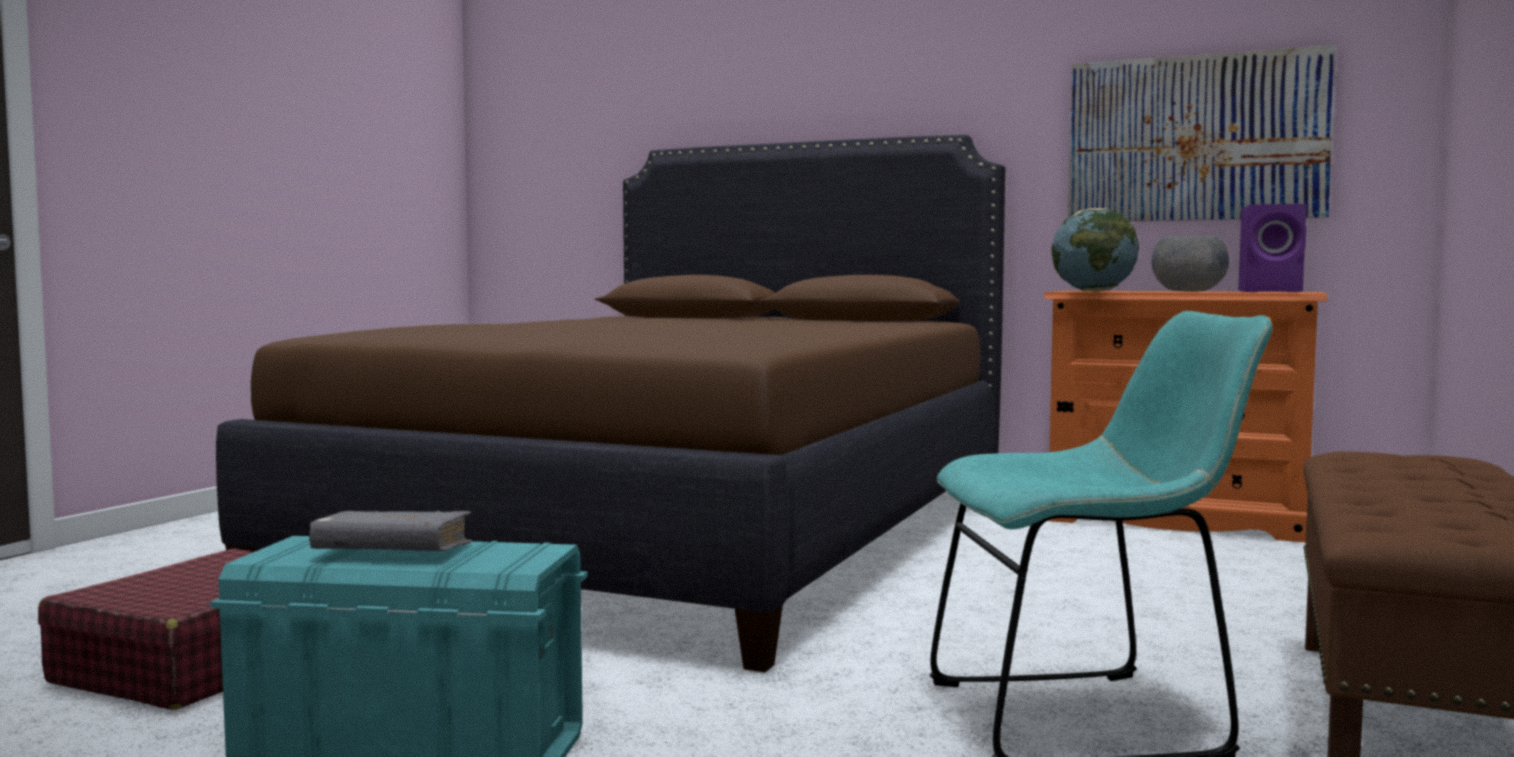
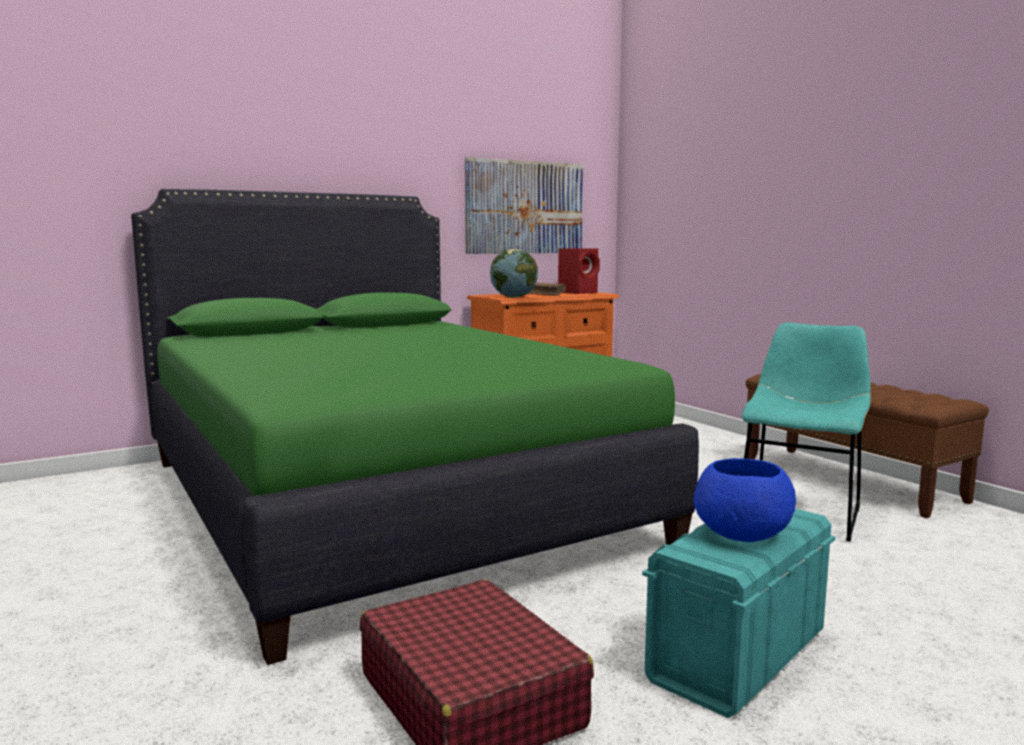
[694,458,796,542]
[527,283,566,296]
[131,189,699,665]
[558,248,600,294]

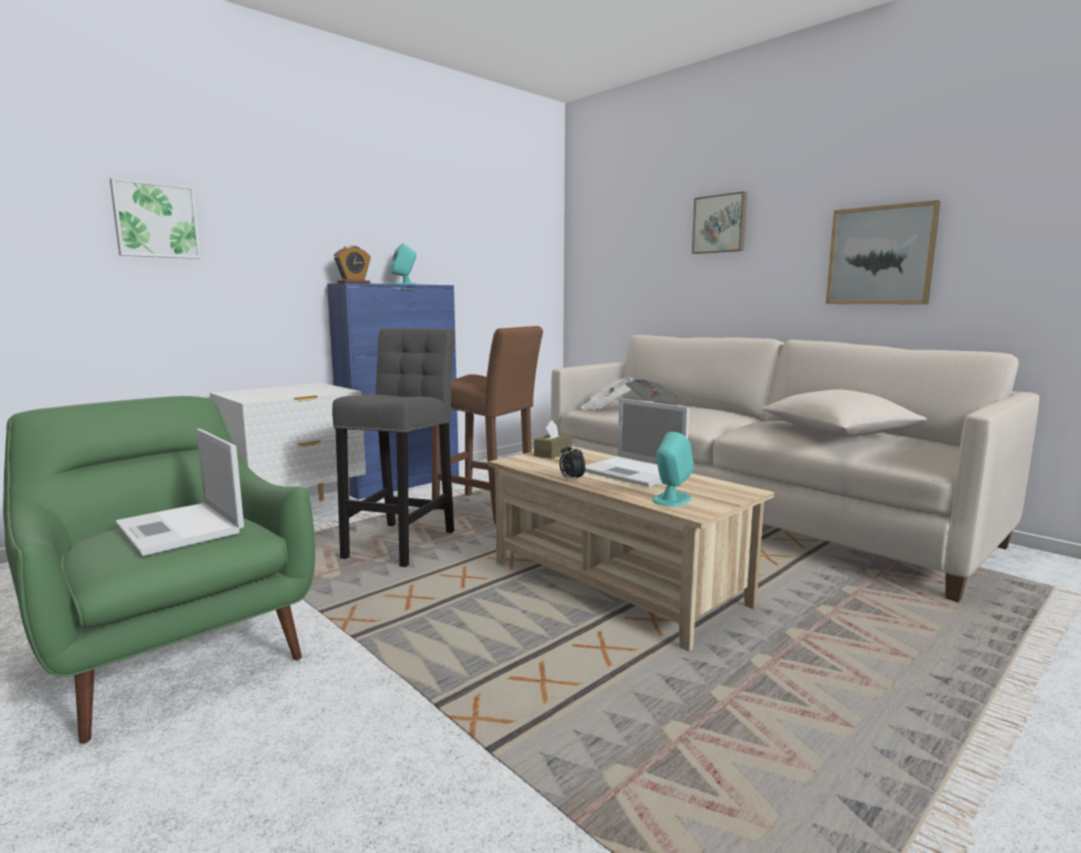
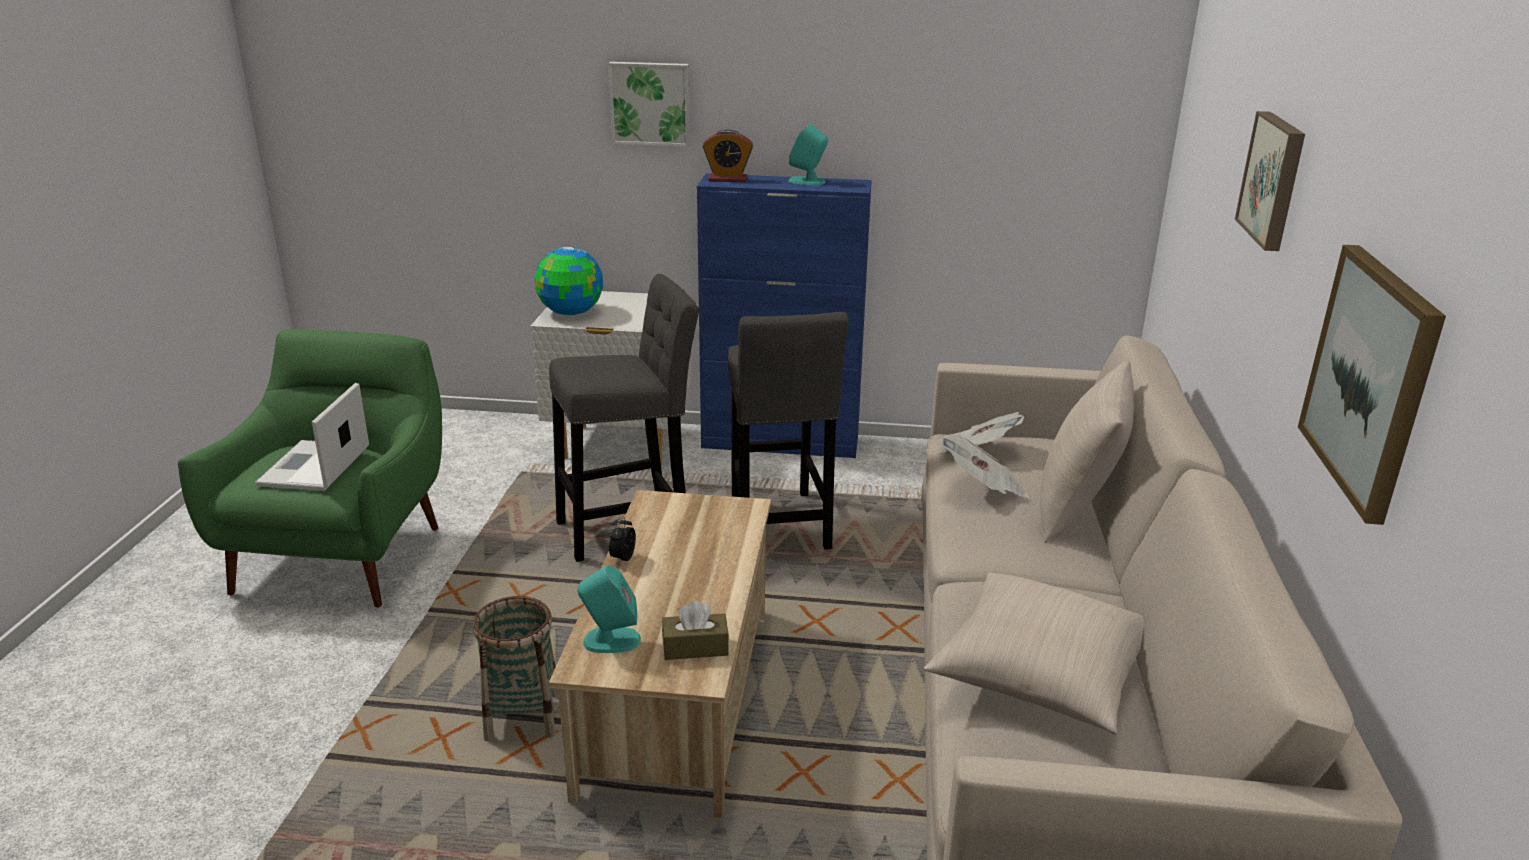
[585,398,689,487] (first image)
[473,596,559,741]
[534,247,603,315]
[1040,360,1134,543]
[608,62,690,147]
[662,601,729,660]
[728,312,849,550]

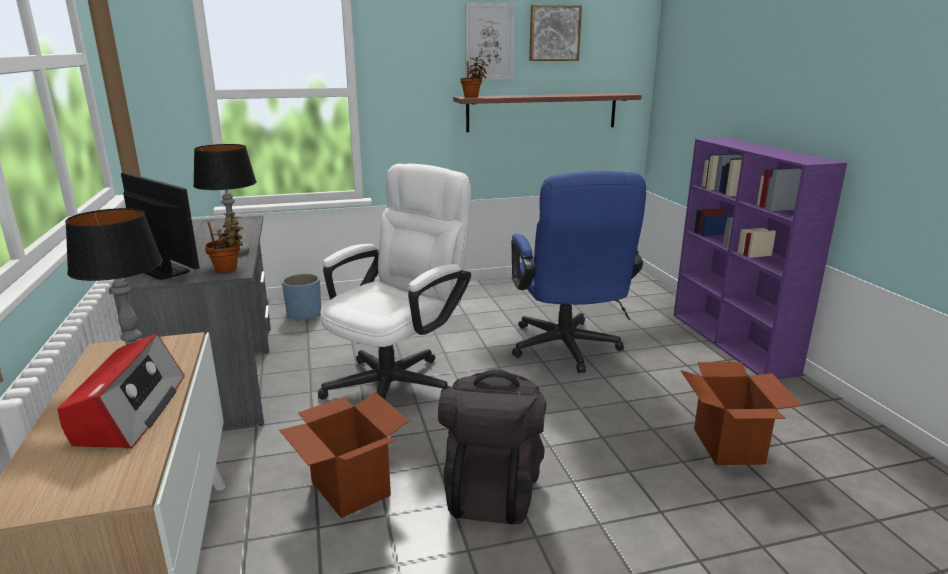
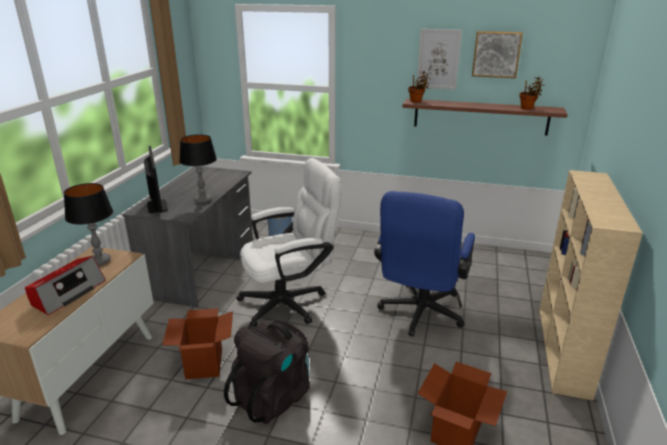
[519,77,545,110]
[539,170,643,400]

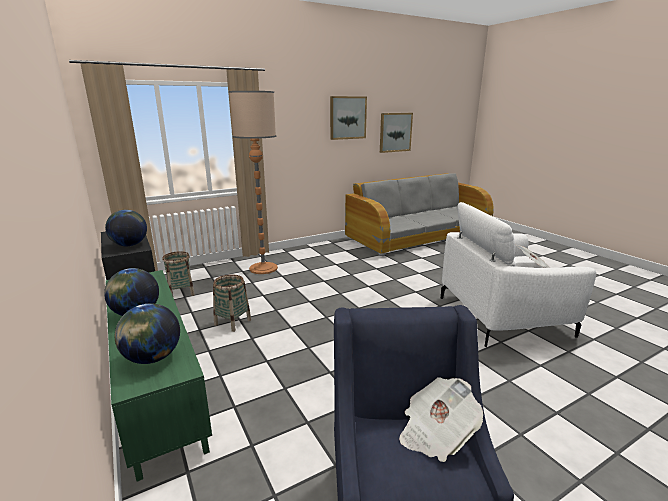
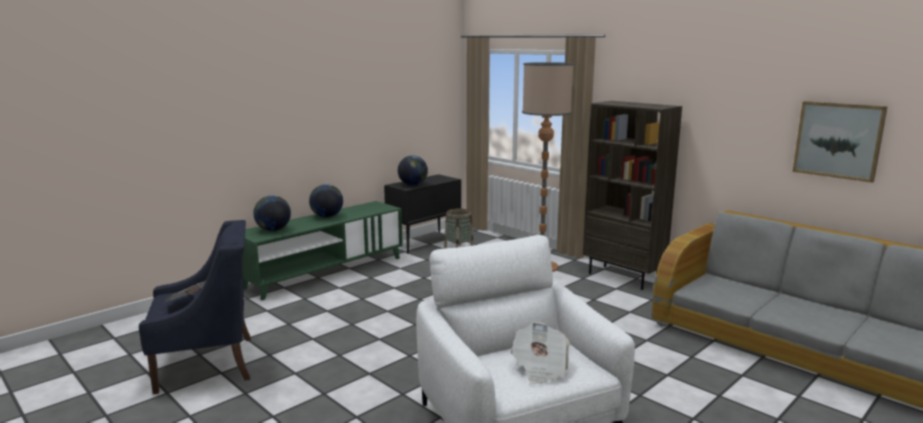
[213,274,251,332] (first image)
[330,96,367,140] (first image)
[583,101,682,290]

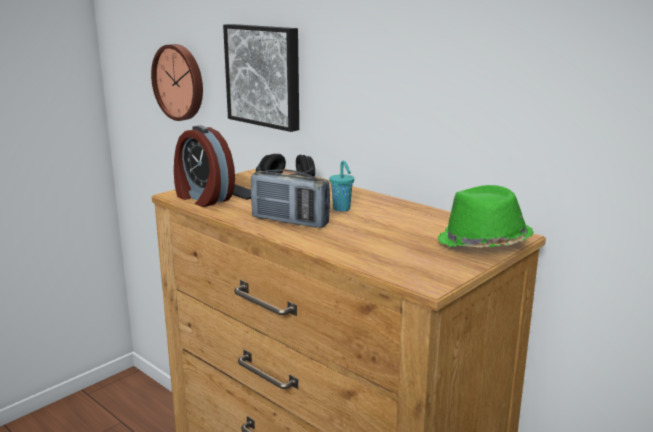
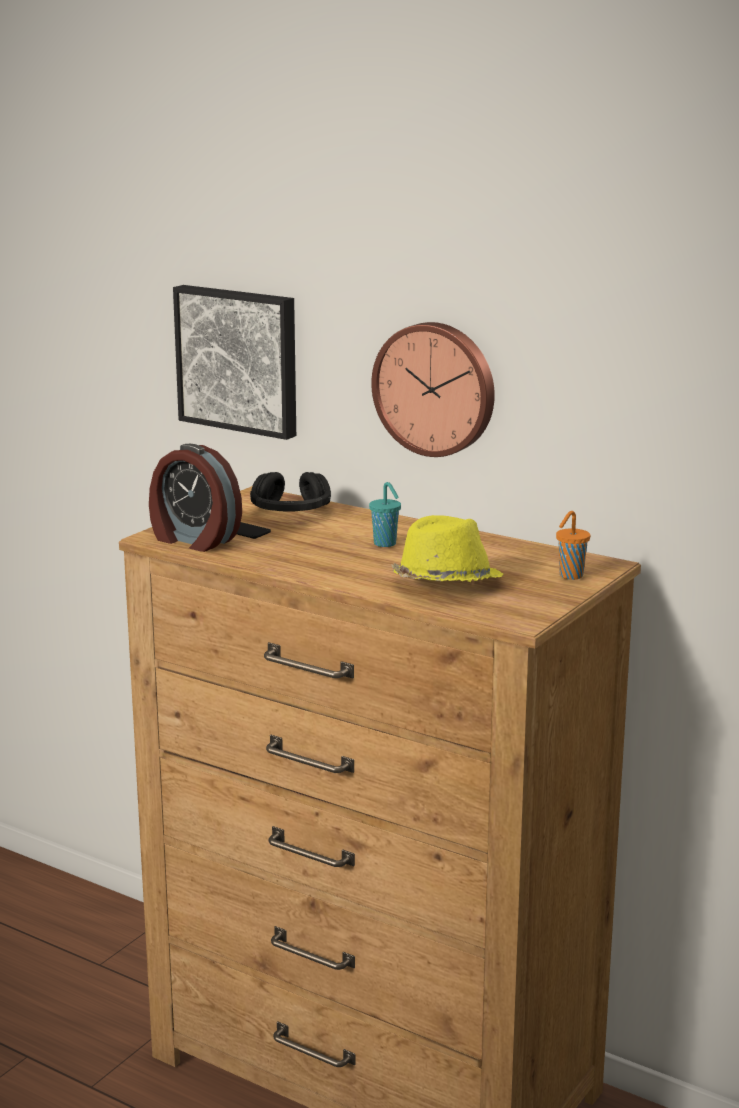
[251,169,330,228] (first image)
[391,515,503,582]
[371,322,495,457]
[556,511,590,580]

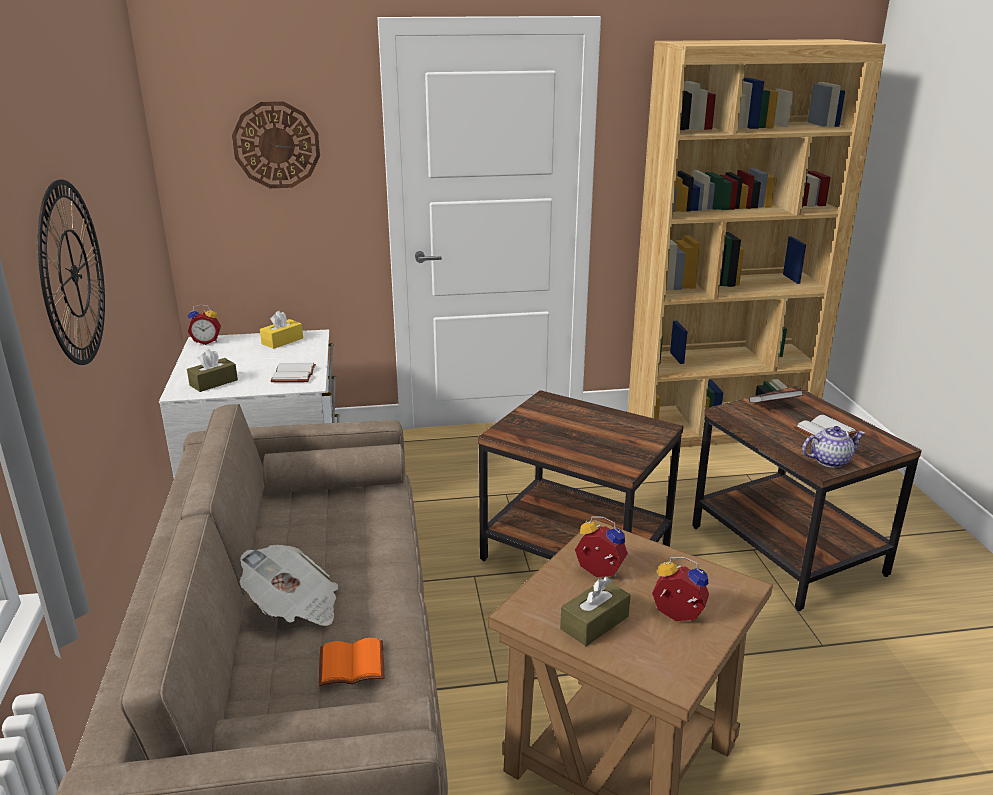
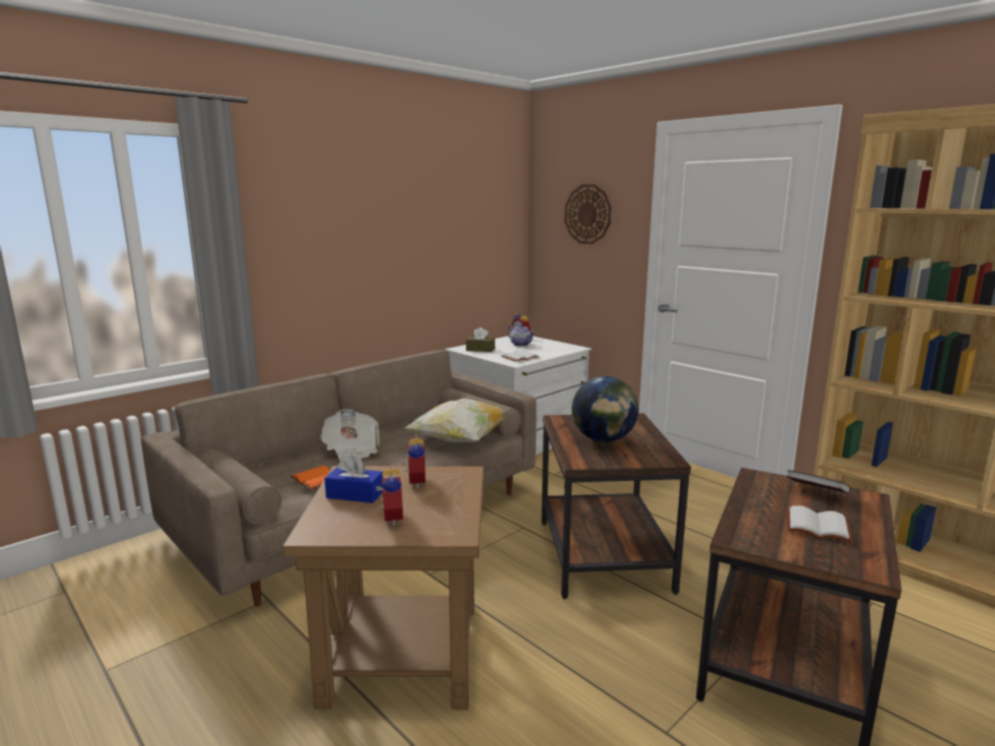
[38,179,105,365] (first image)
[260,311,303,349] (first image)
[404,398,504,443]
[571,376,638,442]
[507,324,535,346]
[325,455,383,503]

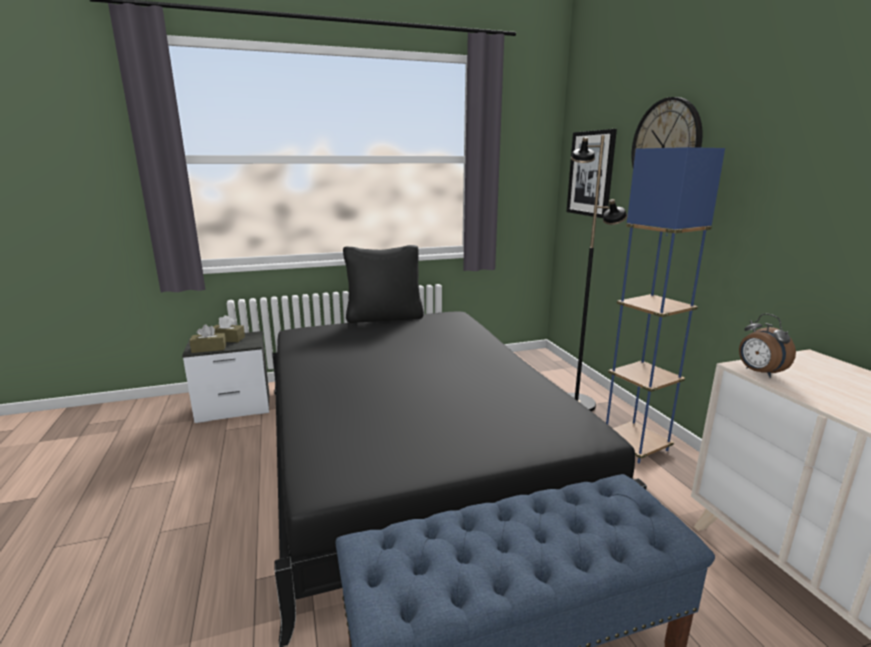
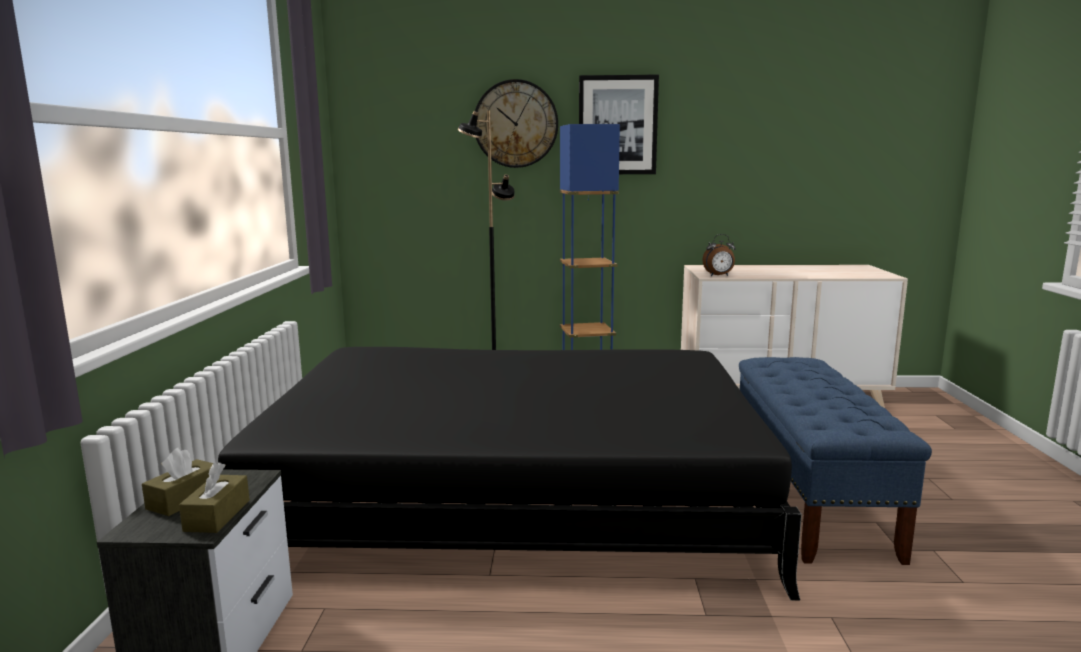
[343,245,424,323] (first image)
[579,74,659,174]

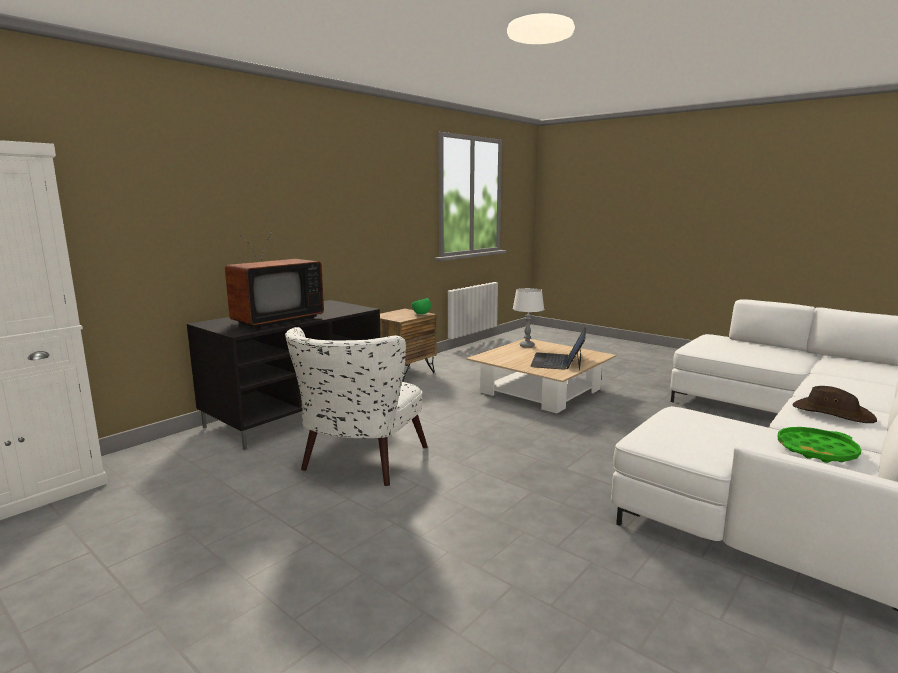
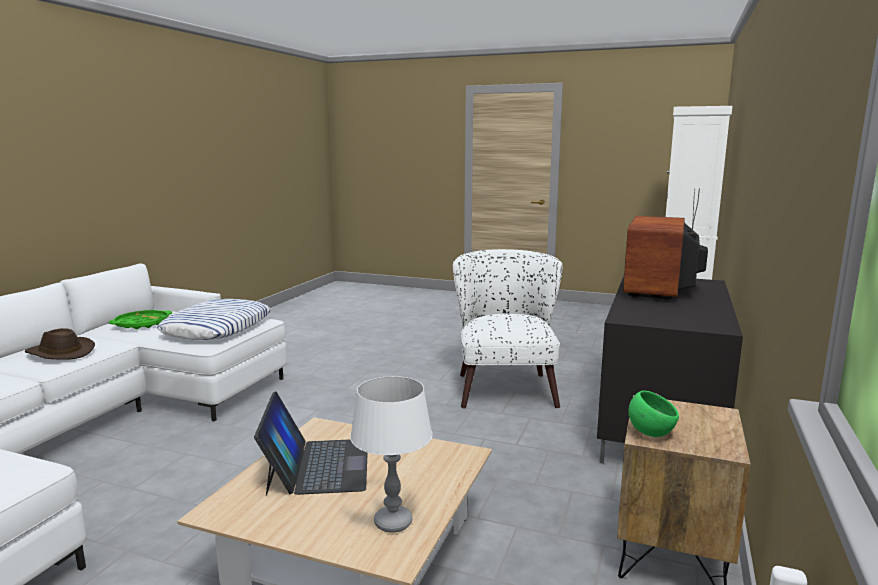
[157,299,271,340]

